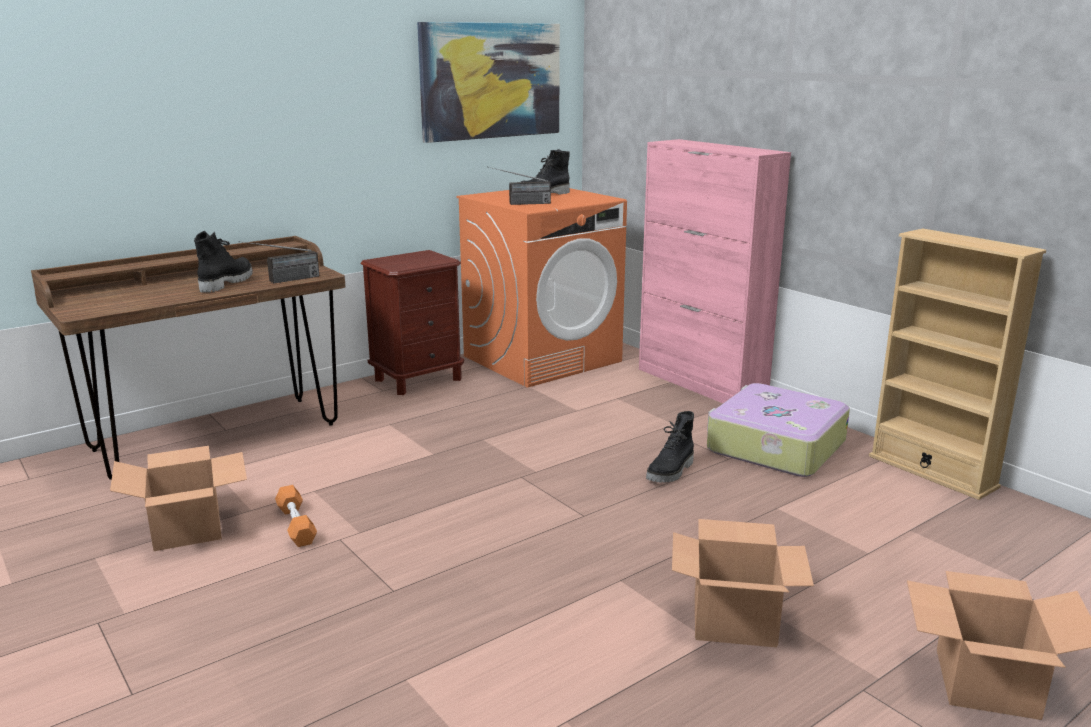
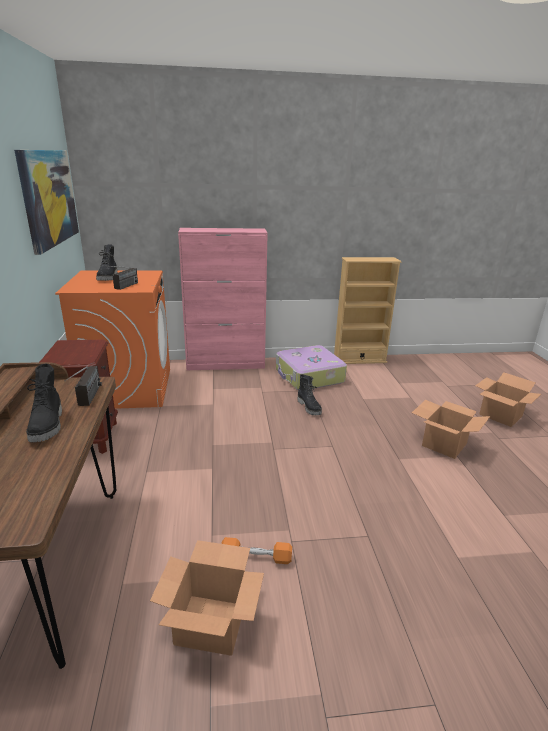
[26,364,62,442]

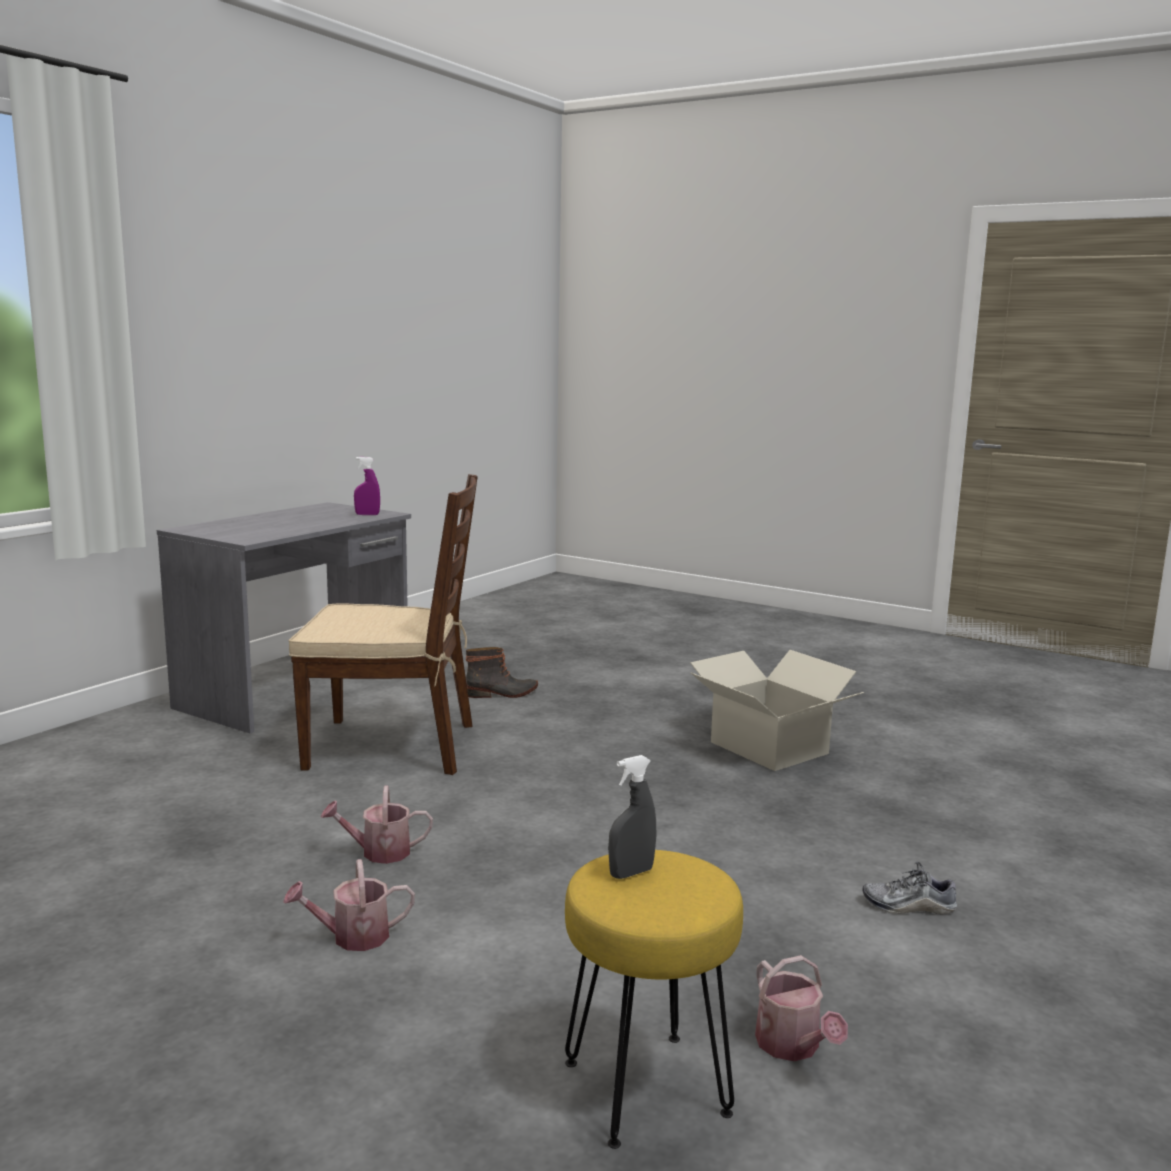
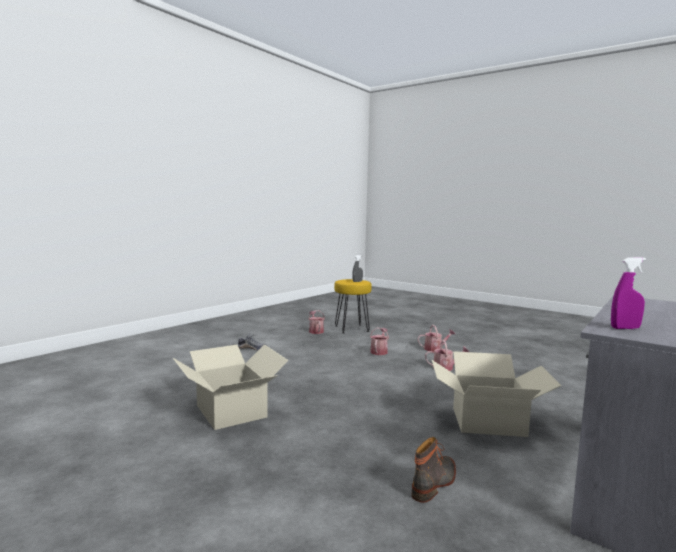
[370,327,389,355]
[432,351,561,437]
[412,437,456,503]

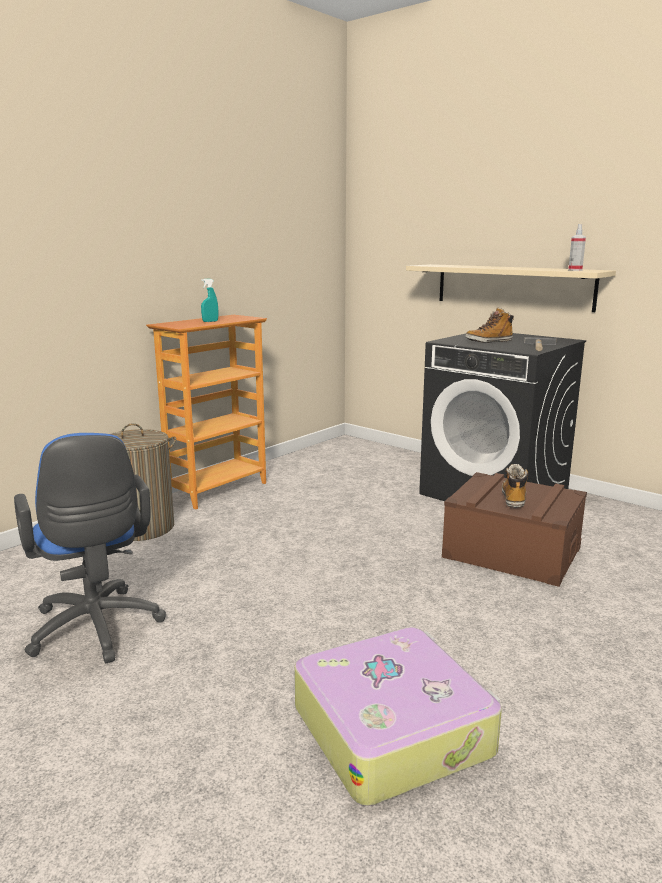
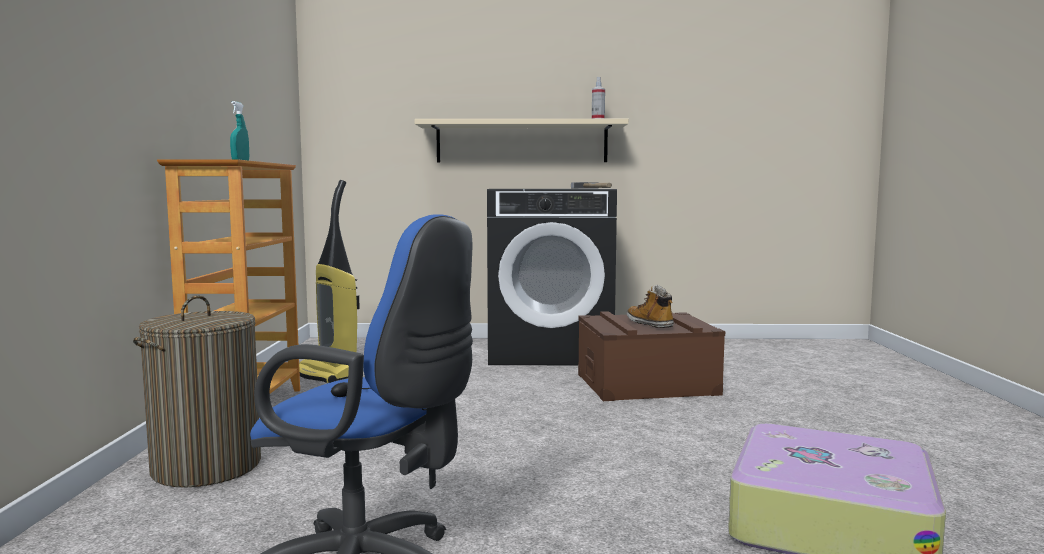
[465,307,514,343] (first image)
[299,180,360,383]

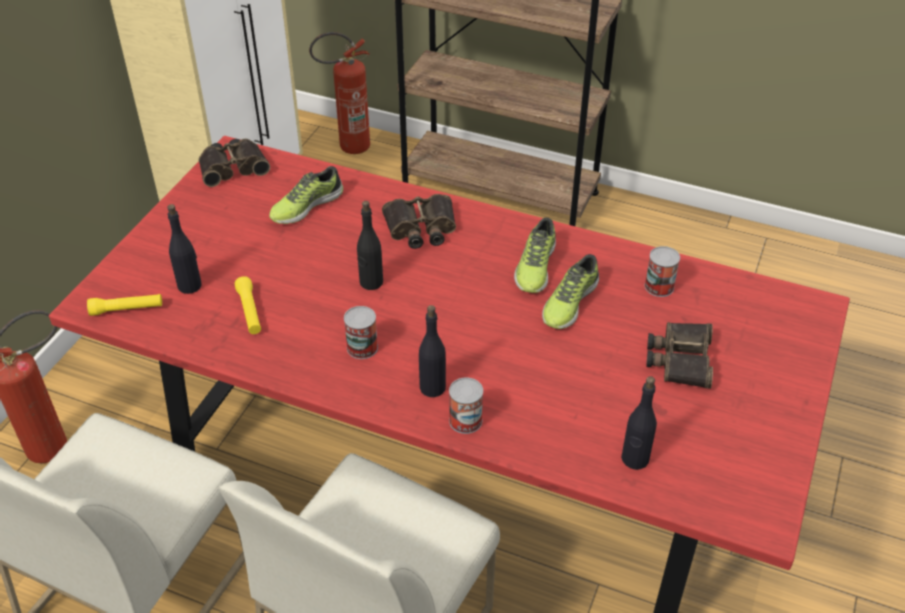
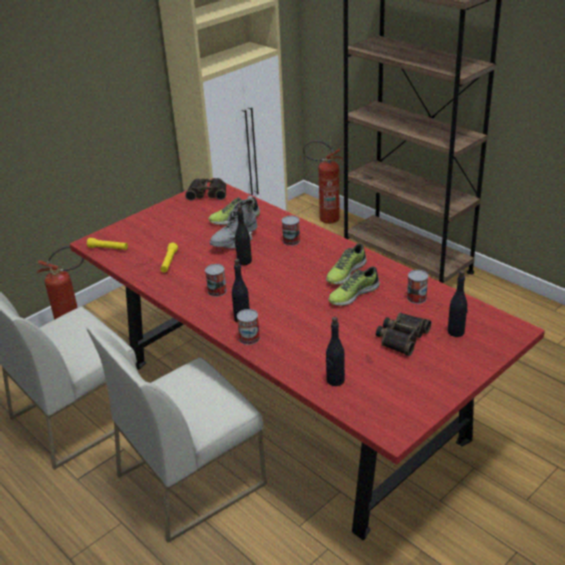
[210,196,257,249]
[447,270,468,337]
[282,216,300,246]

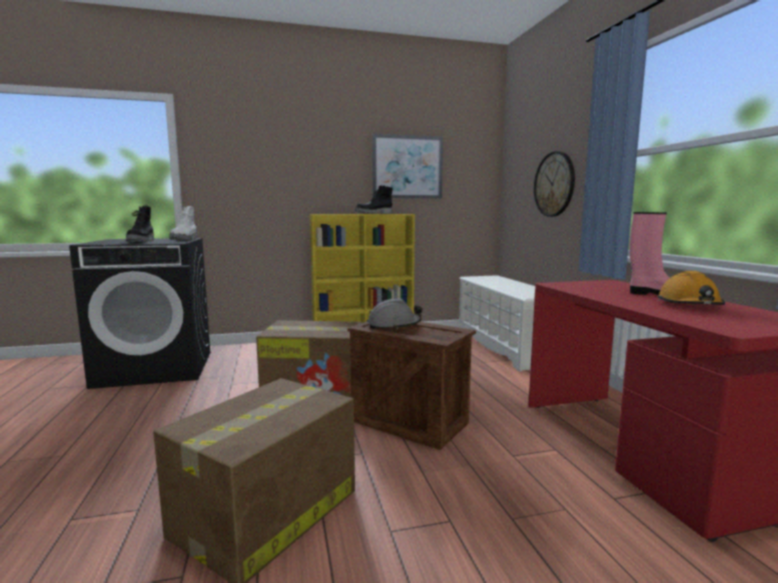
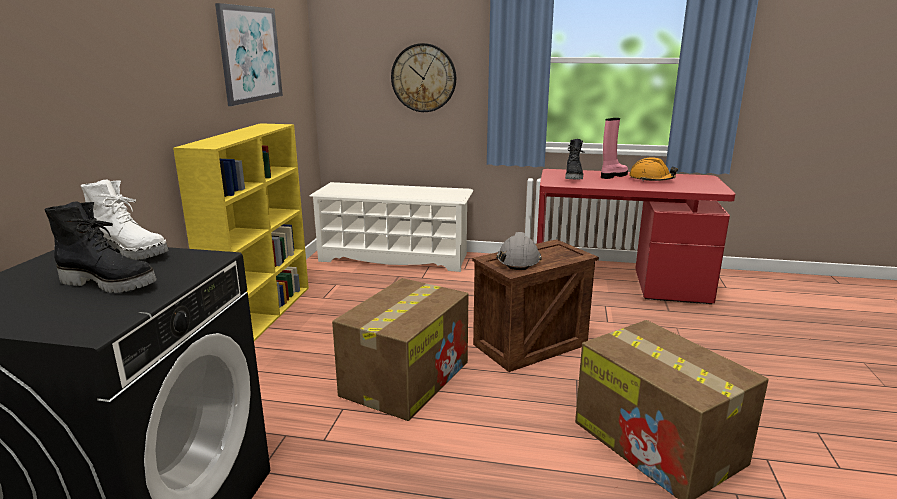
[565,139,584,179]

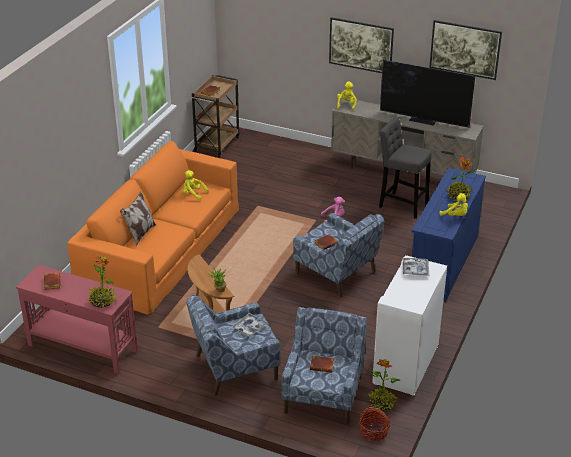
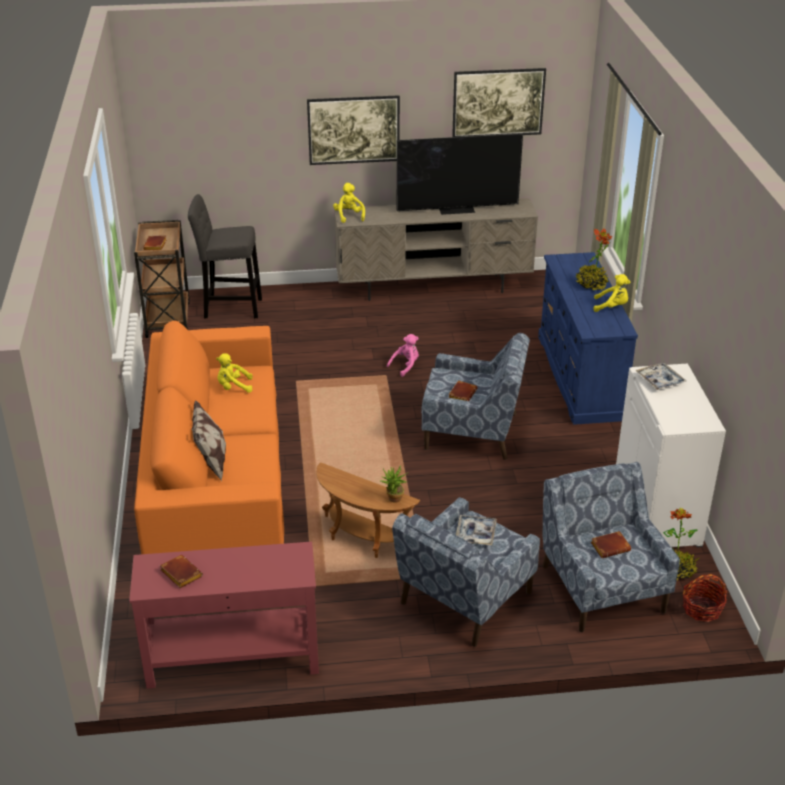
[88,256,117,308] (first image)
[188,194,262,318]

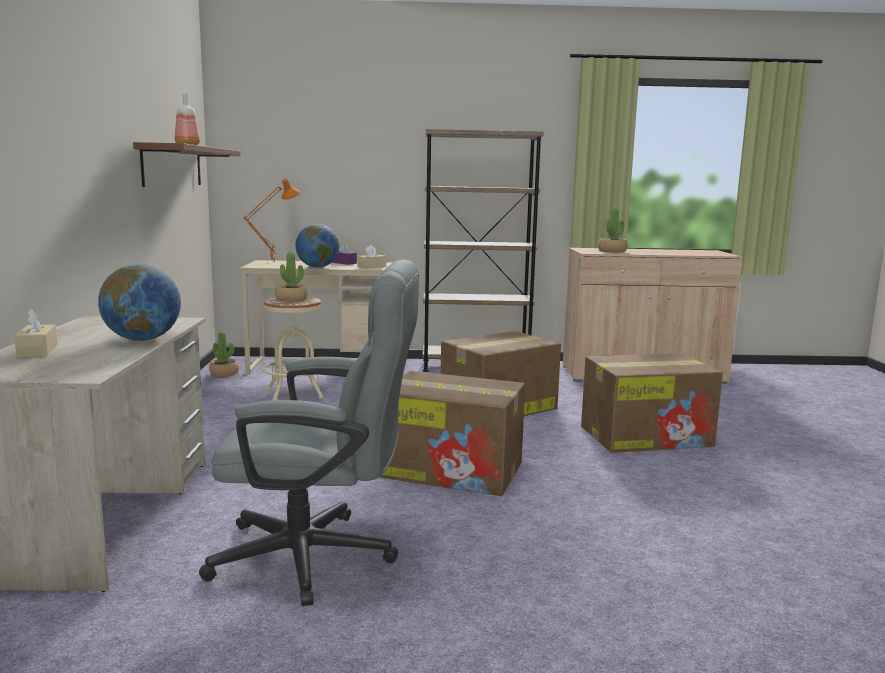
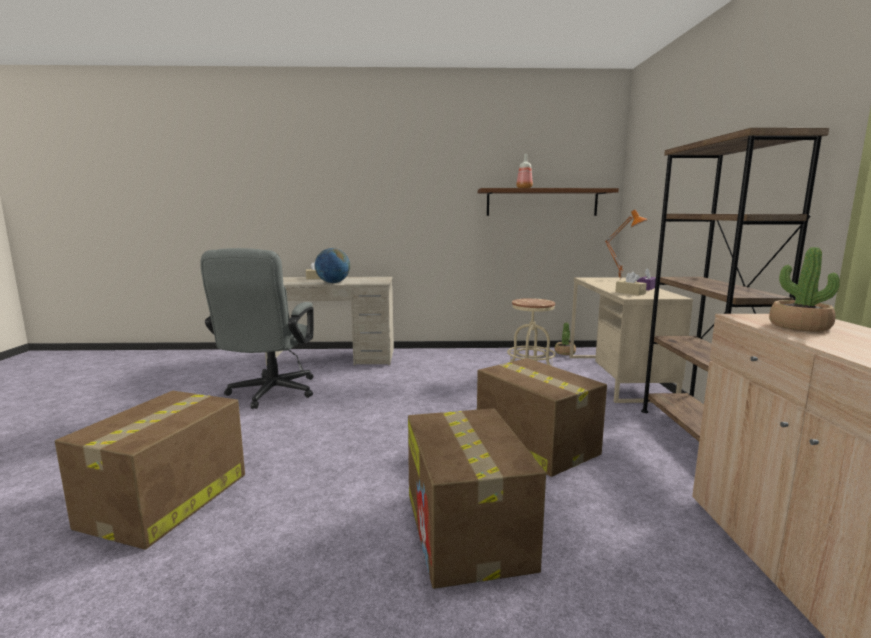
[275,252,308,302] (first image)
[295,224,339,268] (first image)
[55,391,245,550]

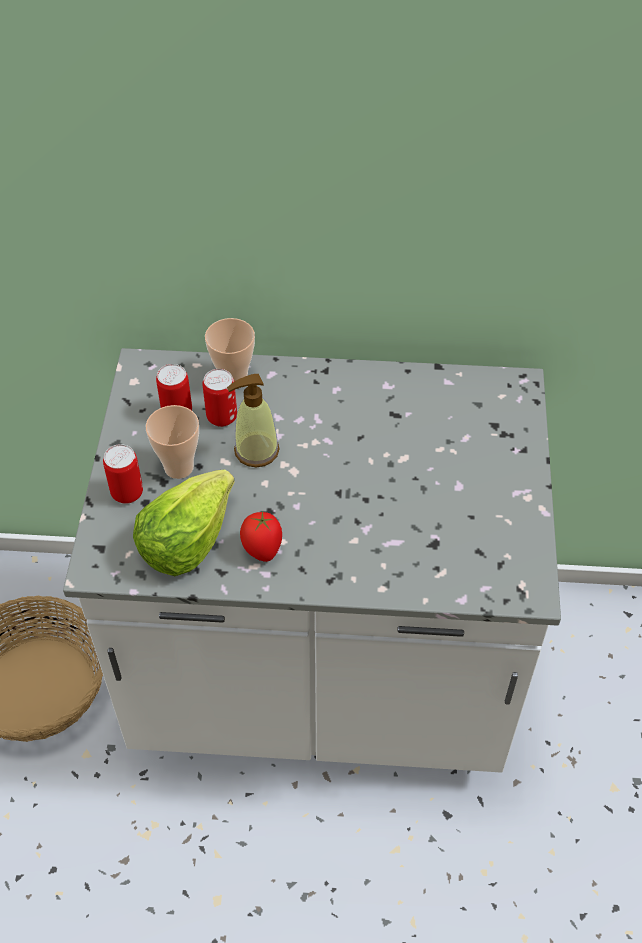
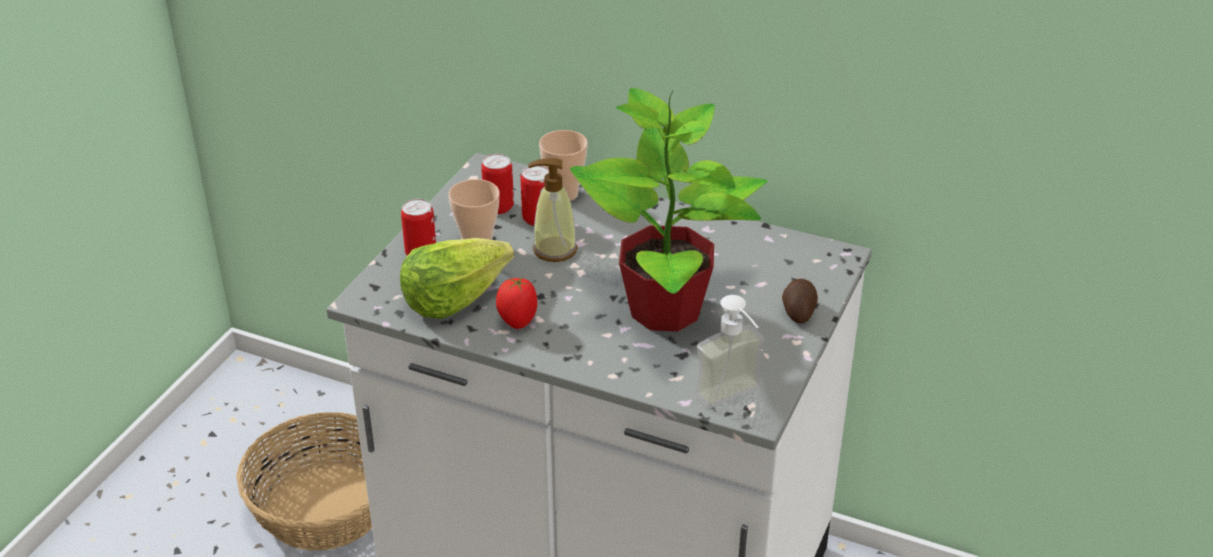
[570,88,767,332]
[694,295,764,408]
[782,279,818,323]

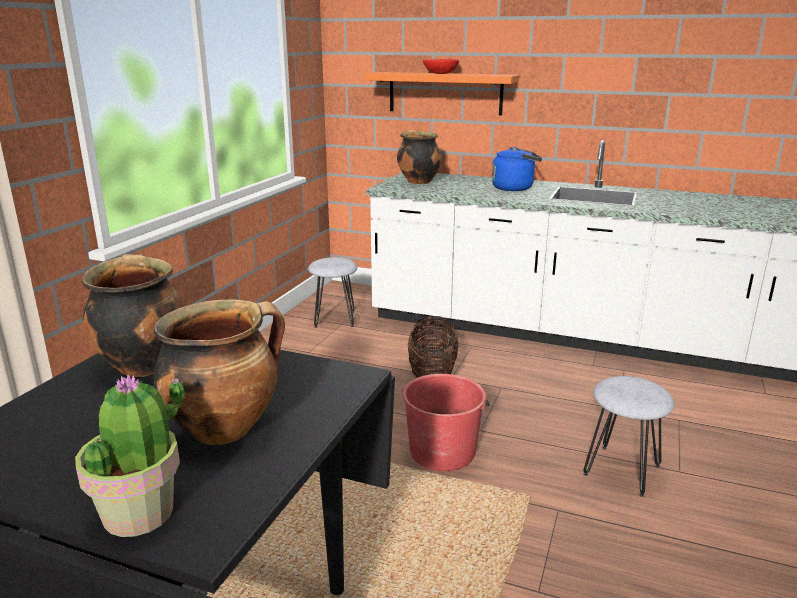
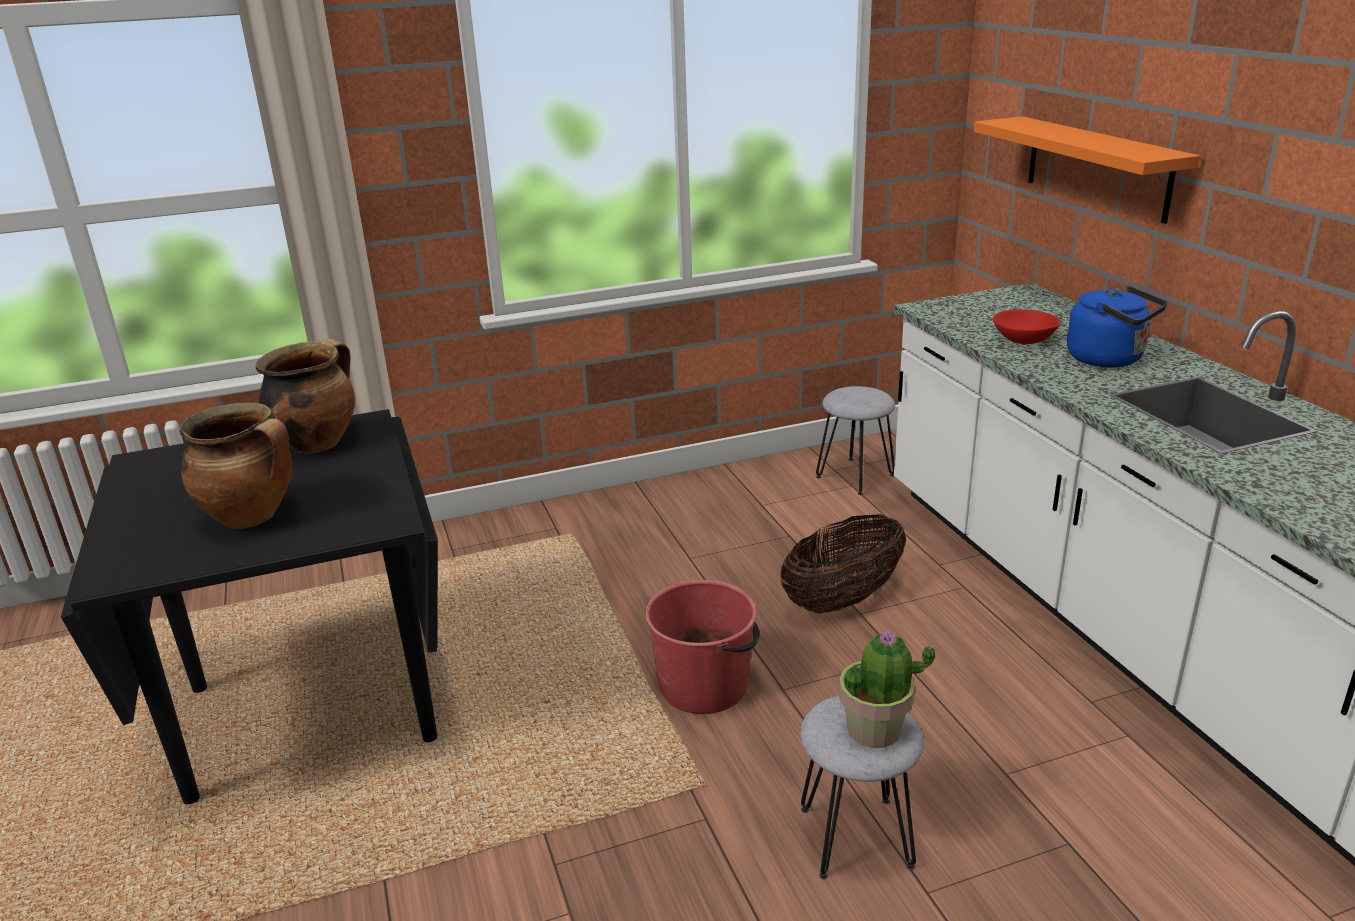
[397,130,442,184] (first image)
[839,631,935,748]
[993,309,1060,344]

